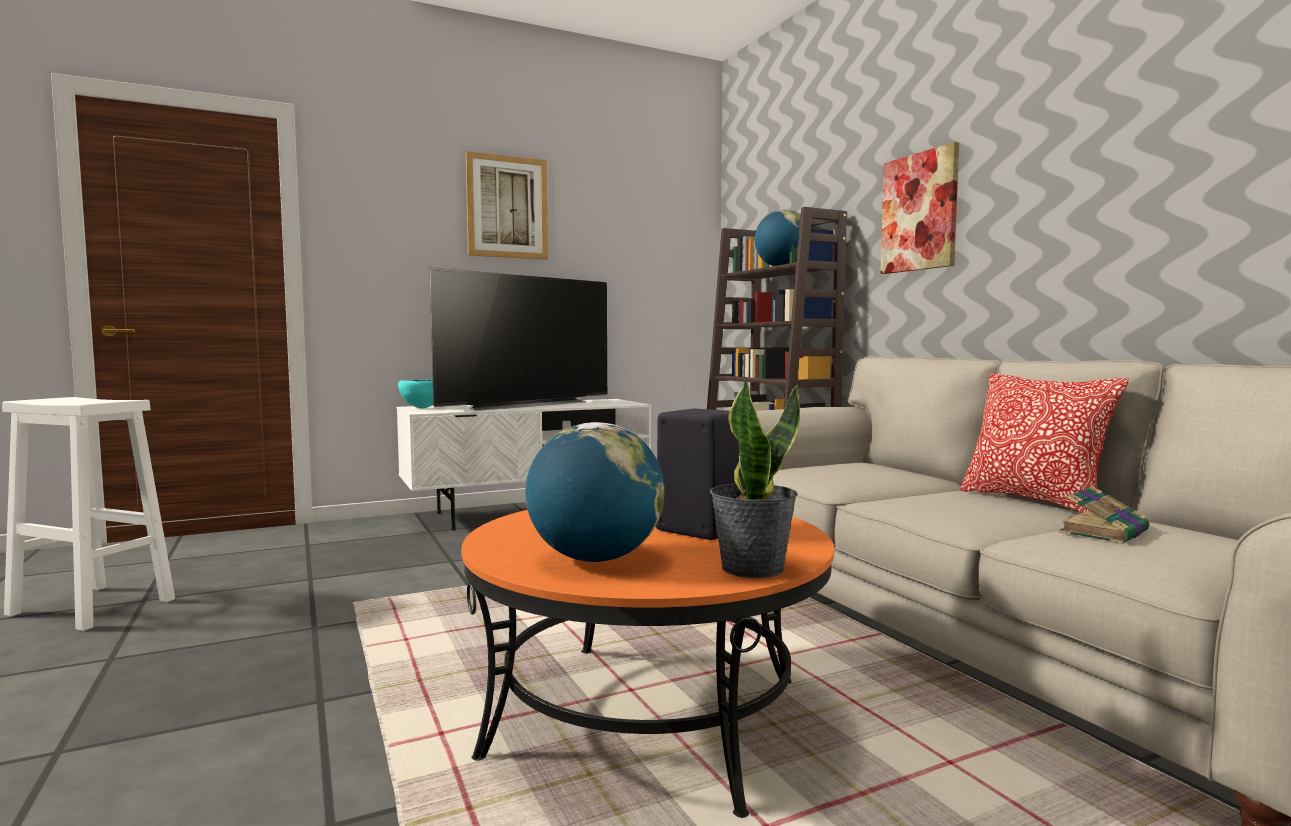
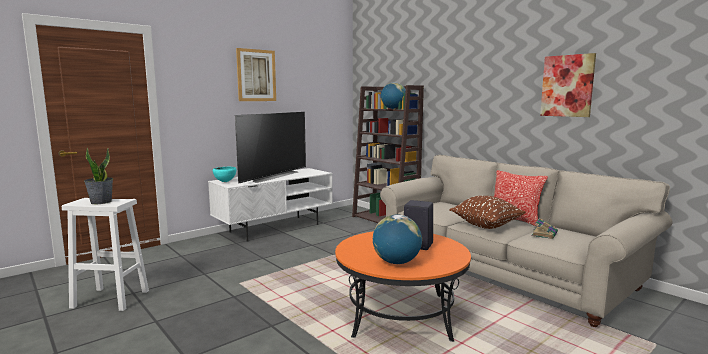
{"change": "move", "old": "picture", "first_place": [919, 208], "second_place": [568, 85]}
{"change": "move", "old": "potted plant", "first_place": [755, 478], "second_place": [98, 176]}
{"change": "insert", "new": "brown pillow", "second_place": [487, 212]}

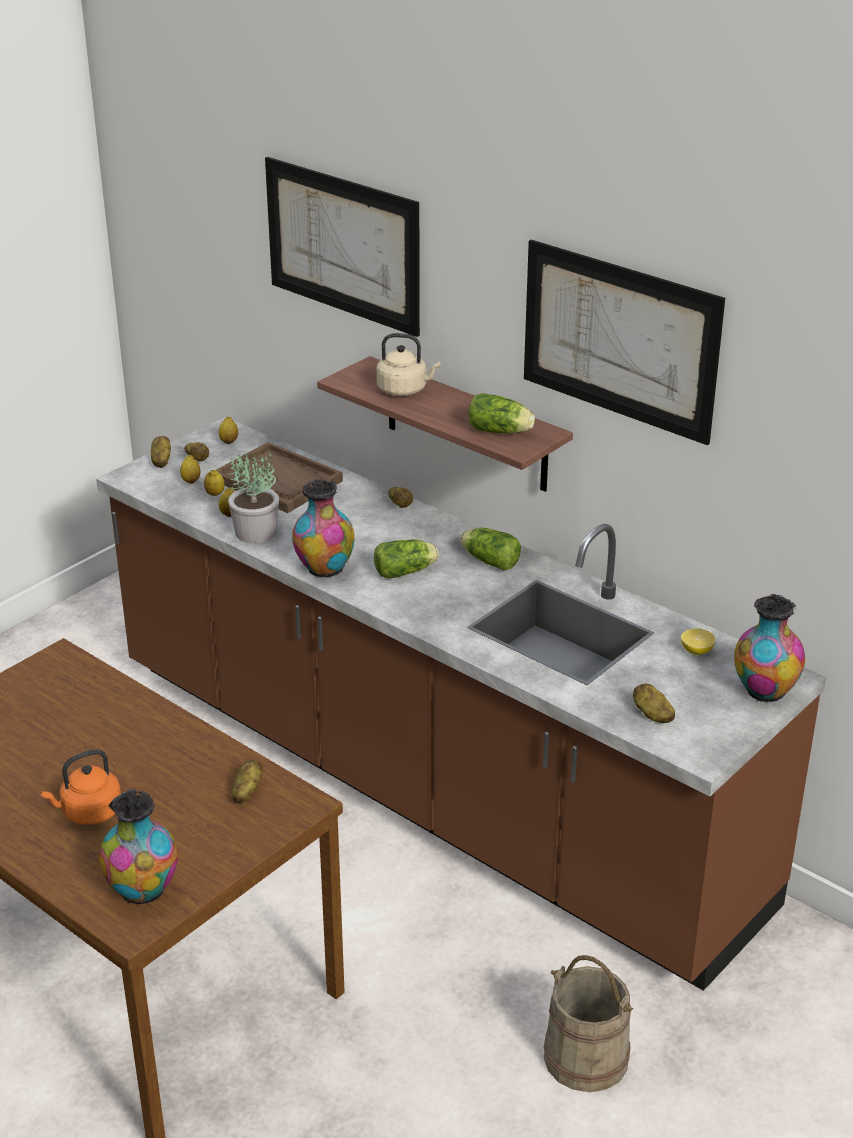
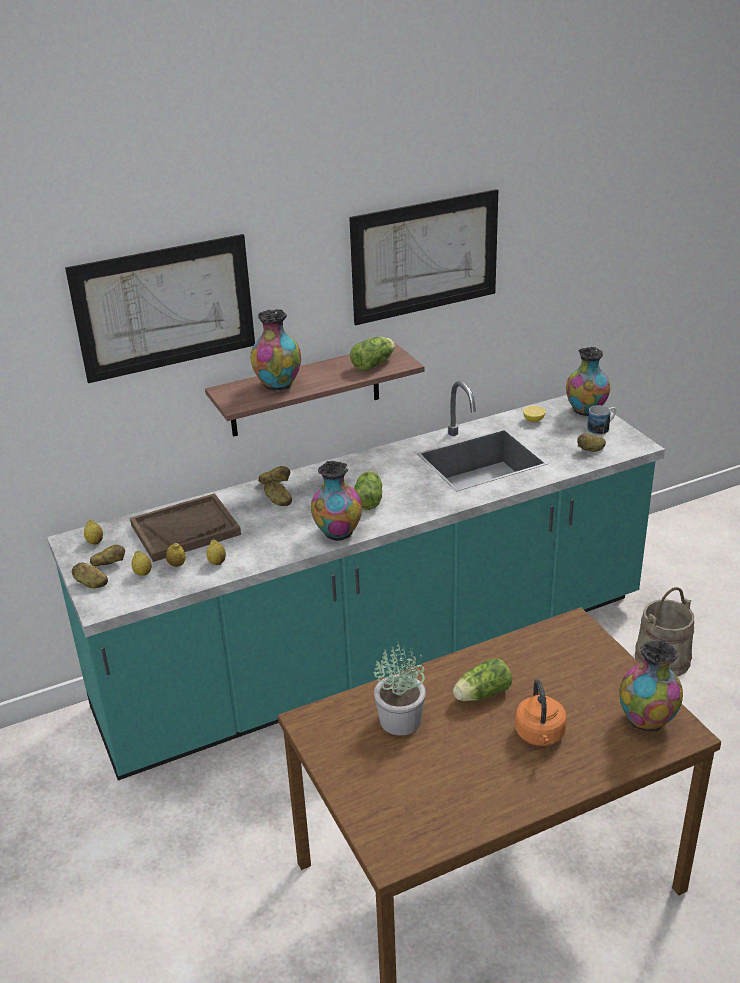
{"change": "replace", "old": "beige kettle", "new": "vase", "first_place": [408, 364], "second_place": [276, 350]}
{"change": "recolor", "old": "brown counter", "new": "turquoise counter", "first_place": [461, 704], "second_place": [356, 580]}
{"change": "move", "old": "potted plant", "first_place": [253, 497], "second_place": [400, 688]}
{"change": "move", "old": "lettuce", "first_place": [490, 549], "second_place": [482, 680]}
{"change": "move", "old": "potato", "first_place": [247, 782], "second_place": [278, 493]}
{"change": "insert", "new": "mug", "second_place": [601, 420]}

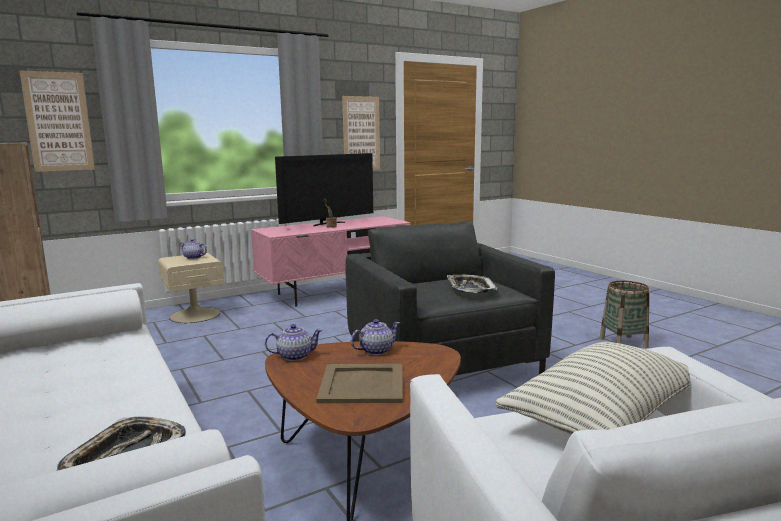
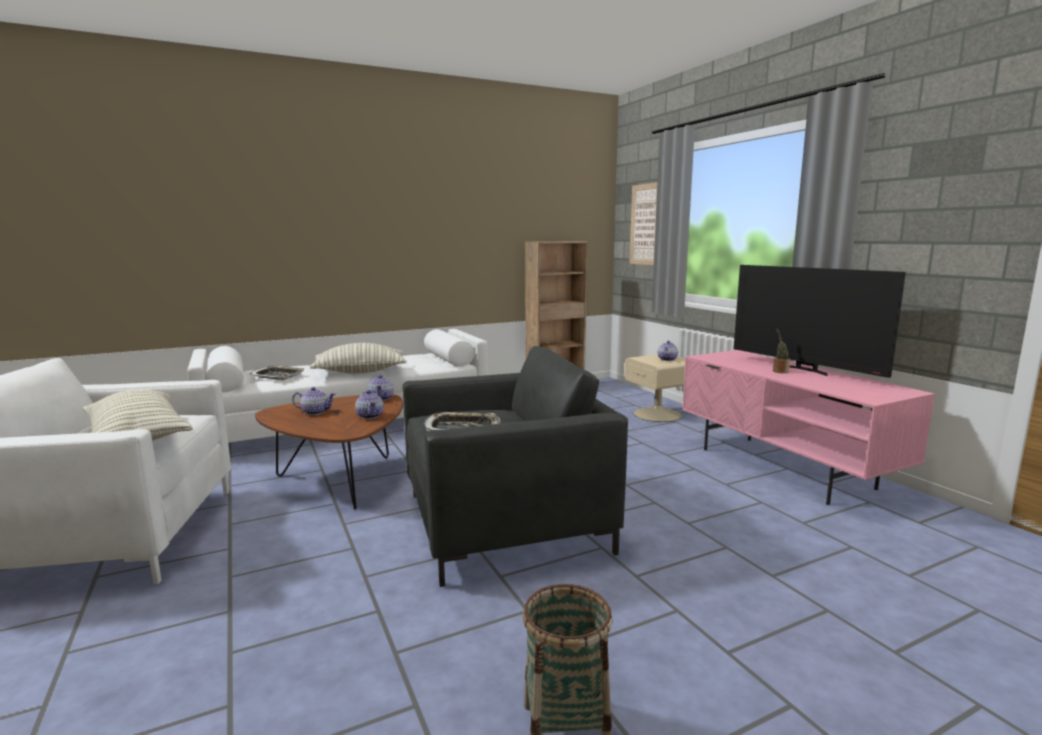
{"change": "delete", "old": "picture", "first_place": [361, 133]}
{"change": "replace", "old": "beige tray", "new": "teapot", "first_place": [359, 383], "second_place": [314, 401]}
{"change": "insert", "new": "pillow", "second_place": [358, 358]}

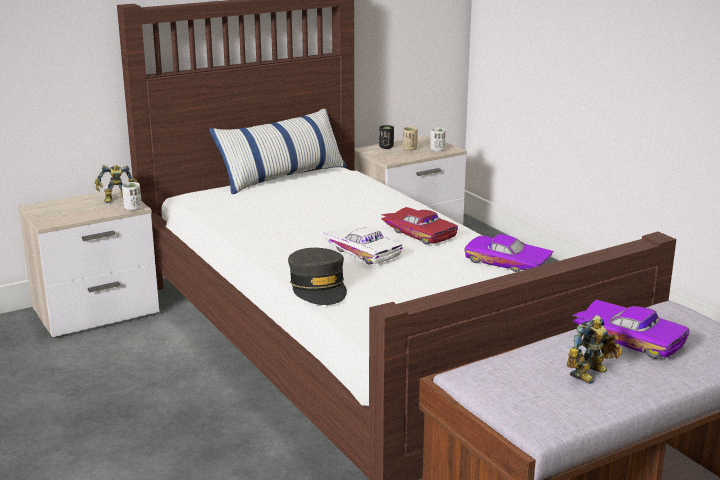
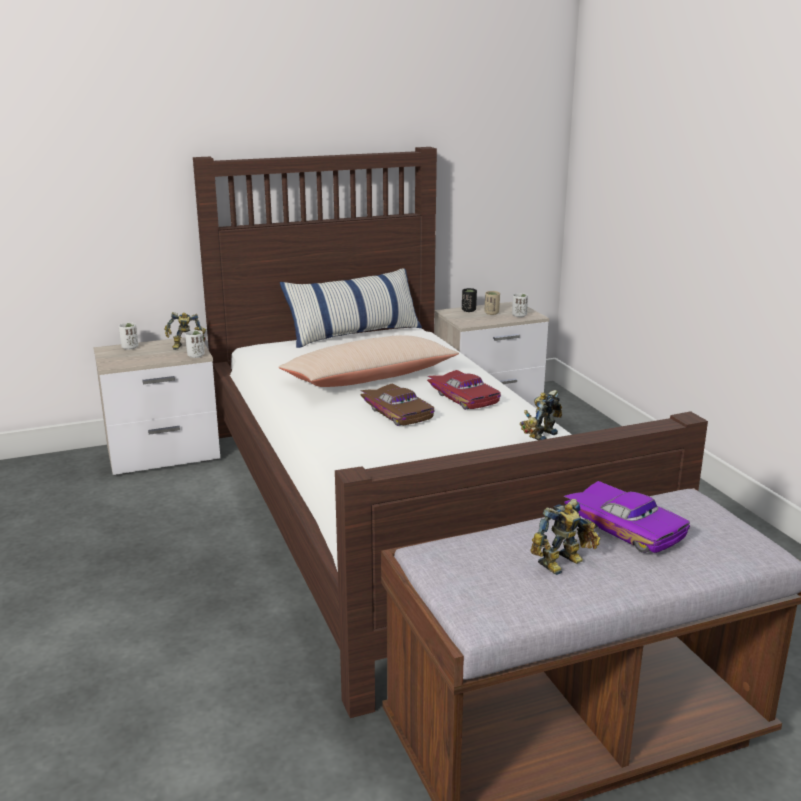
{"change": "recolor", "old": "white toy car", "new": "brown toy car", "first_place": [363, 244], "second_place": [397, 405]}
{"change": "replace", "old": "purple toy car", "new": "toy robot", "first_place": [509, 253], "second_place": [541, 415]}
{"change": "delete", "old": "grey cap", "first_place": [317, 276]}
{"change": "insert", "new": "white cup", "second_place": [128, 336]}
{"change": "insert", "new": "beige pillow", "second_place": [369, 361]}

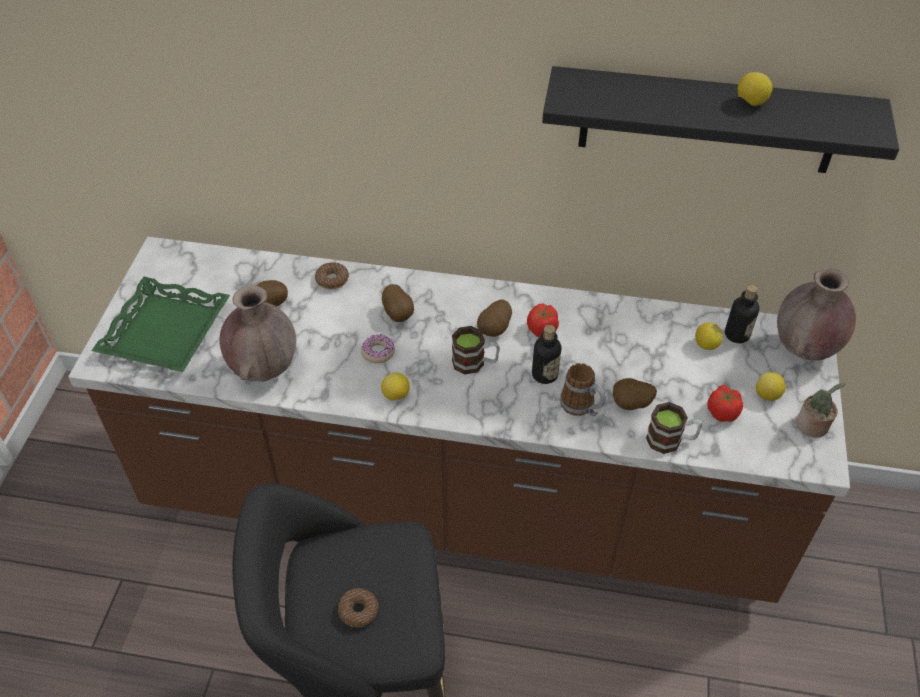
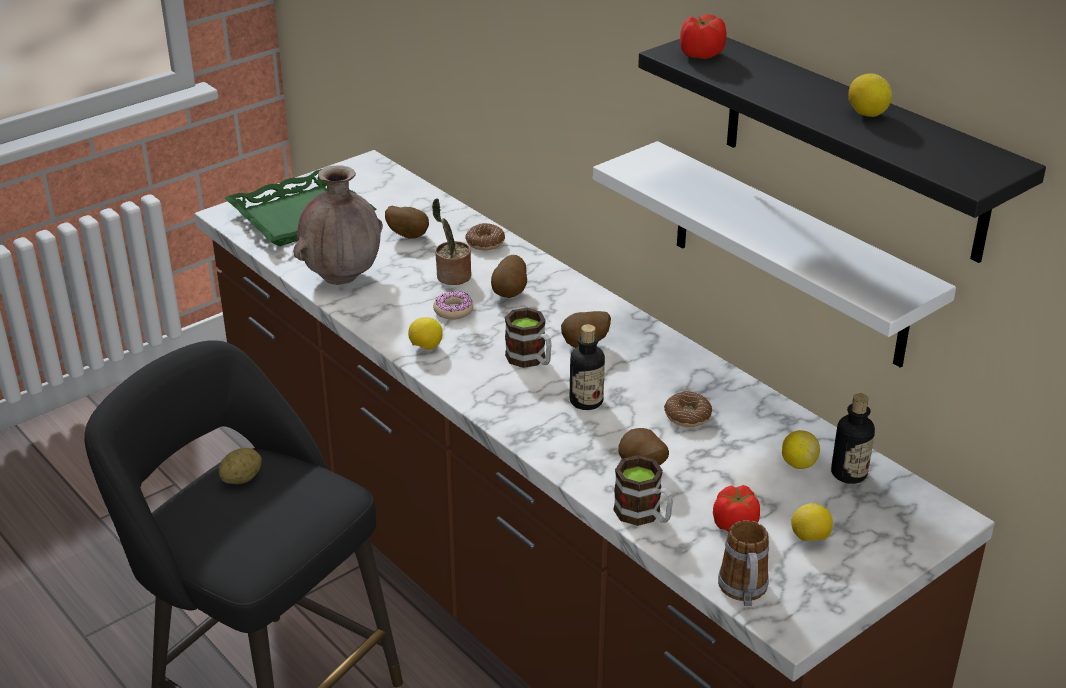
{"change": "delete", "old": "brown vase", "first_place": [816, 314]}
{"change": "move", "old": "tomato", "first_place": [543, 320], "second_place": [703, 36]}
{"change": "move", "old": "mug", "first_place": [583, 390], "second_place": [743, 563]}
{"change": "move", "old": "potted plant", "first_place": [820, 410], "second_place": [451, 241]}
{"change": "move", "old": "donut", "first_place": [358, 607], "second_place": [688, 409]}
{"change": "insert", "new": "white shelf", "second_place": [774, 254]}
{"change": "insert", "new": "potato", "second_place": [240, 466]}

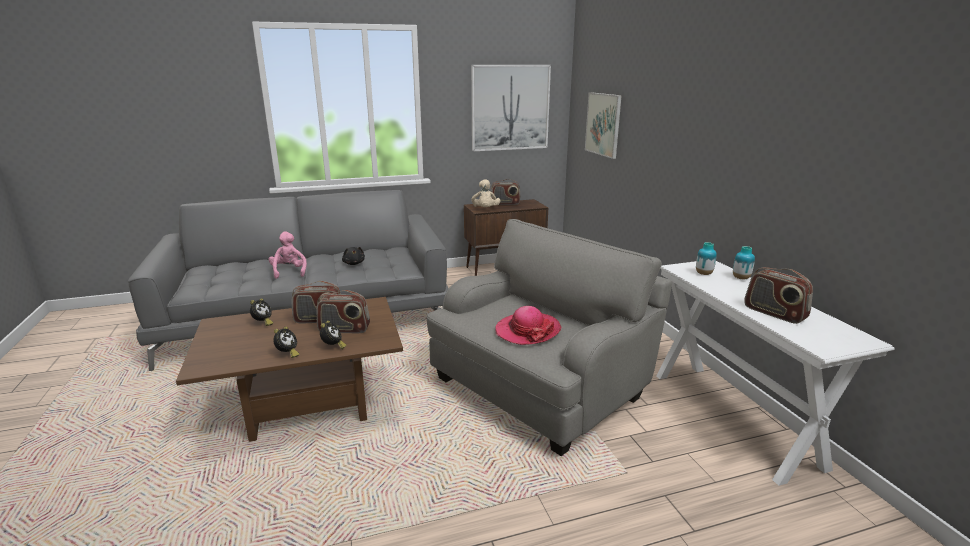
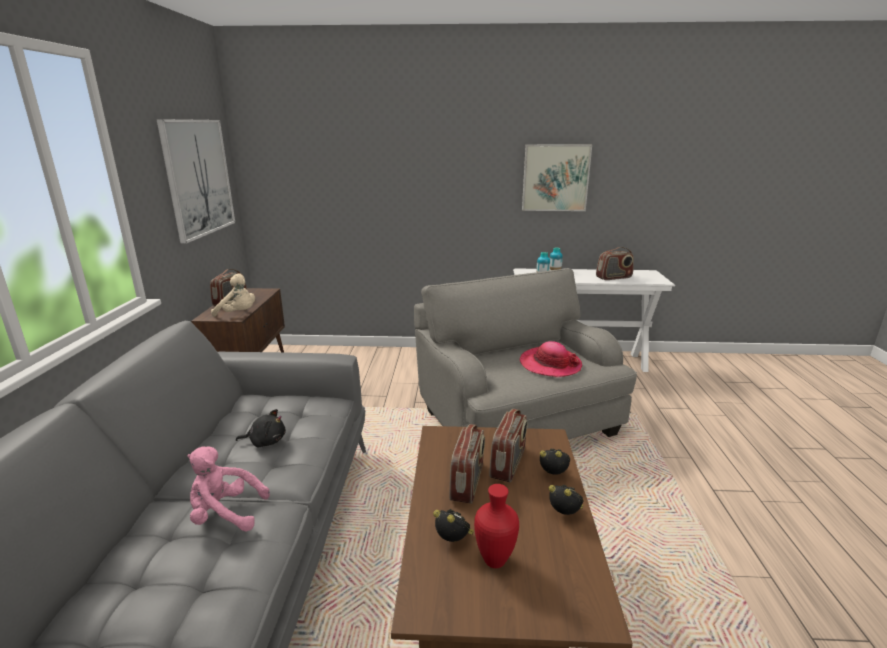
{"change": "move", "old": "picture", "first_place": [603, 125], "second_place": [557, 177]}
{"change": "insert", "new": "red vase", "second_place": [496, 526]}

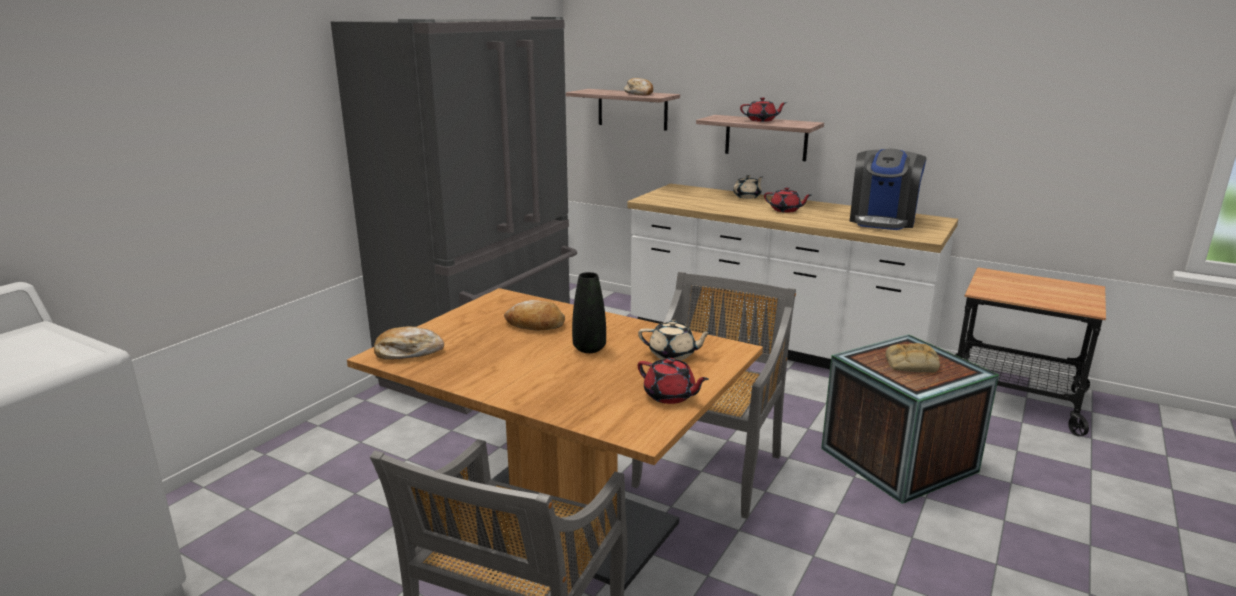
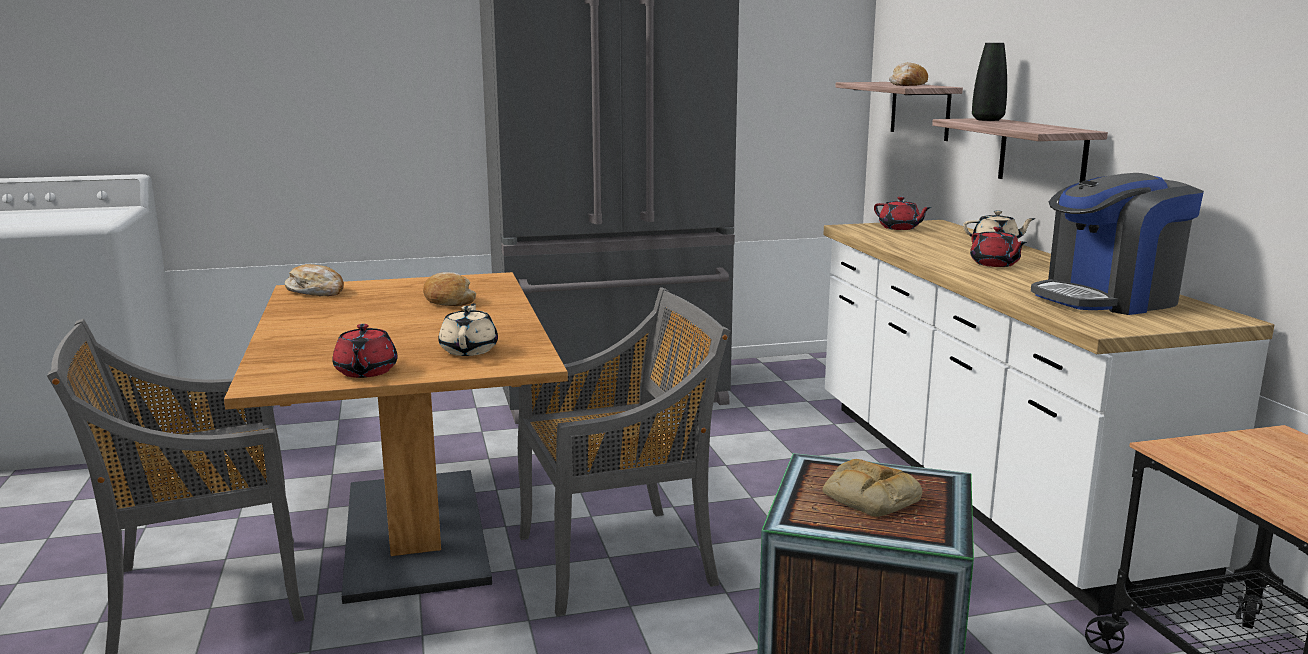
{"change": "move", "old": "red teapot", "first_place": [763, 109], "second_place": [903, 213]}
{"change": "move", "old": "black vase", "first_place": [589, 312], "second_place": [989, 82]}
{"change": "rotate", "old": "beige teapot", "first_place": [675, 340], "second_place": [468, 329], "degrees": -150}

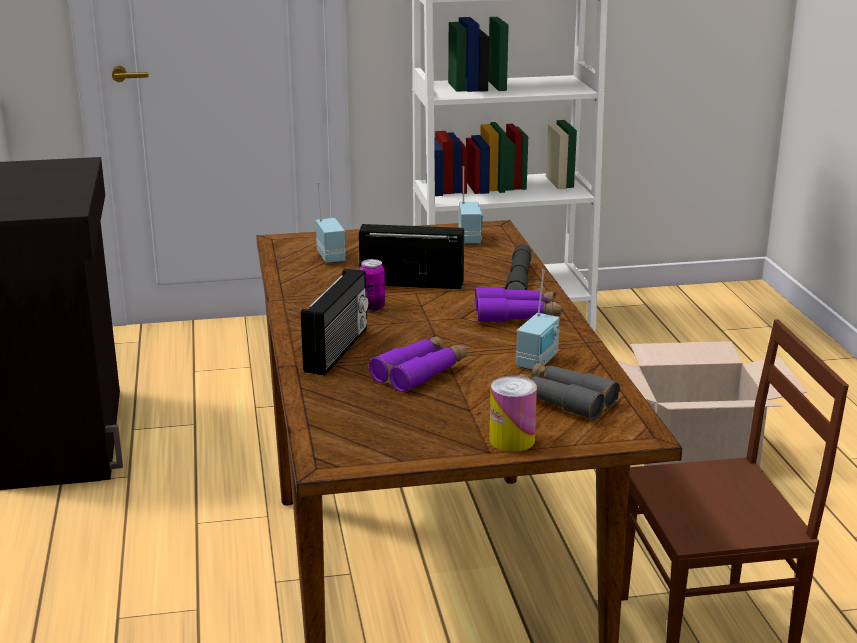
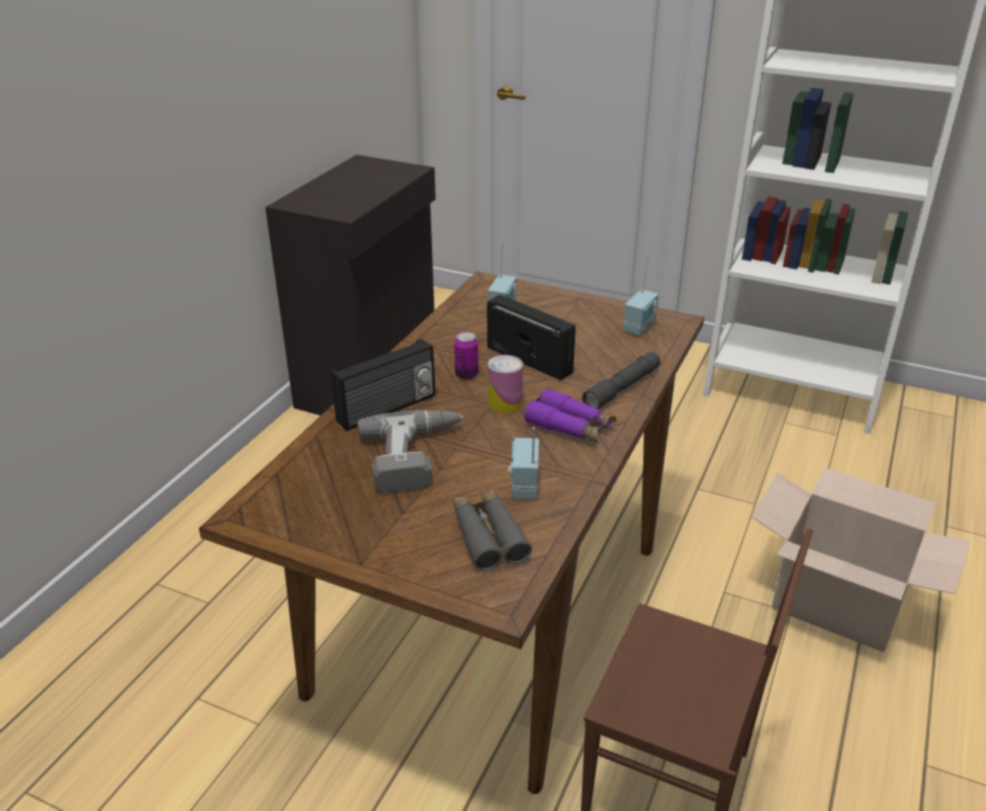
{"change": "rotate", "old": "radio", "first_place": [538, 320], "second_place": [523, 463], "degrees": 120}
{"change": "replace", "old": "purple binoculars", "new": "power drill", "first_place": [418, 364], "second_place": [410, 451]}
{"change": "move", "old": "can", "first_place": [513, 414], "second_place": [505, 384]}

